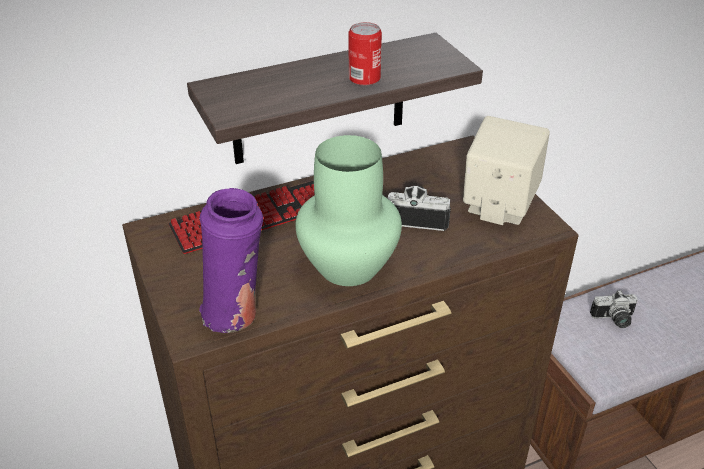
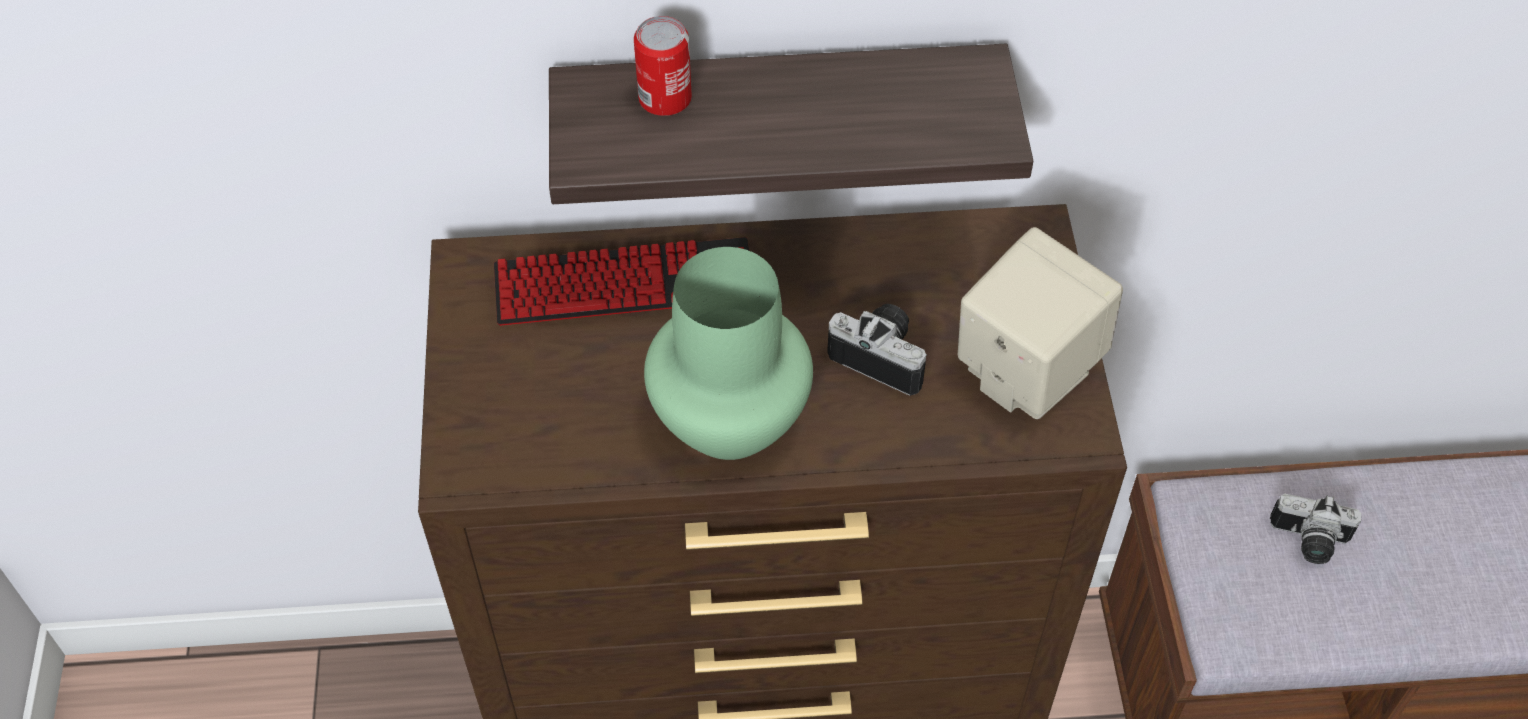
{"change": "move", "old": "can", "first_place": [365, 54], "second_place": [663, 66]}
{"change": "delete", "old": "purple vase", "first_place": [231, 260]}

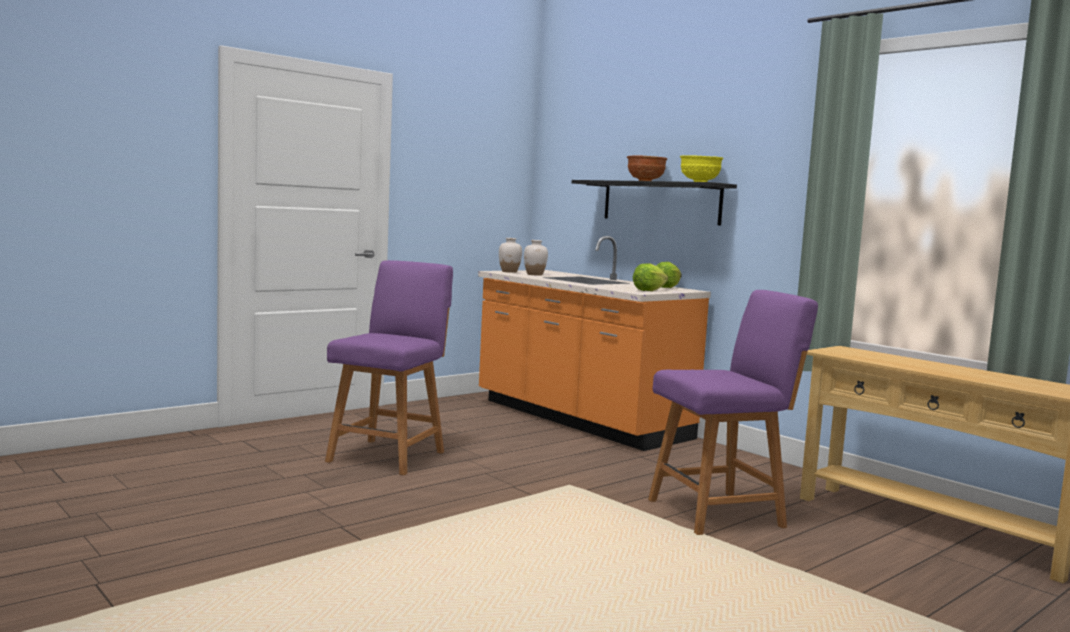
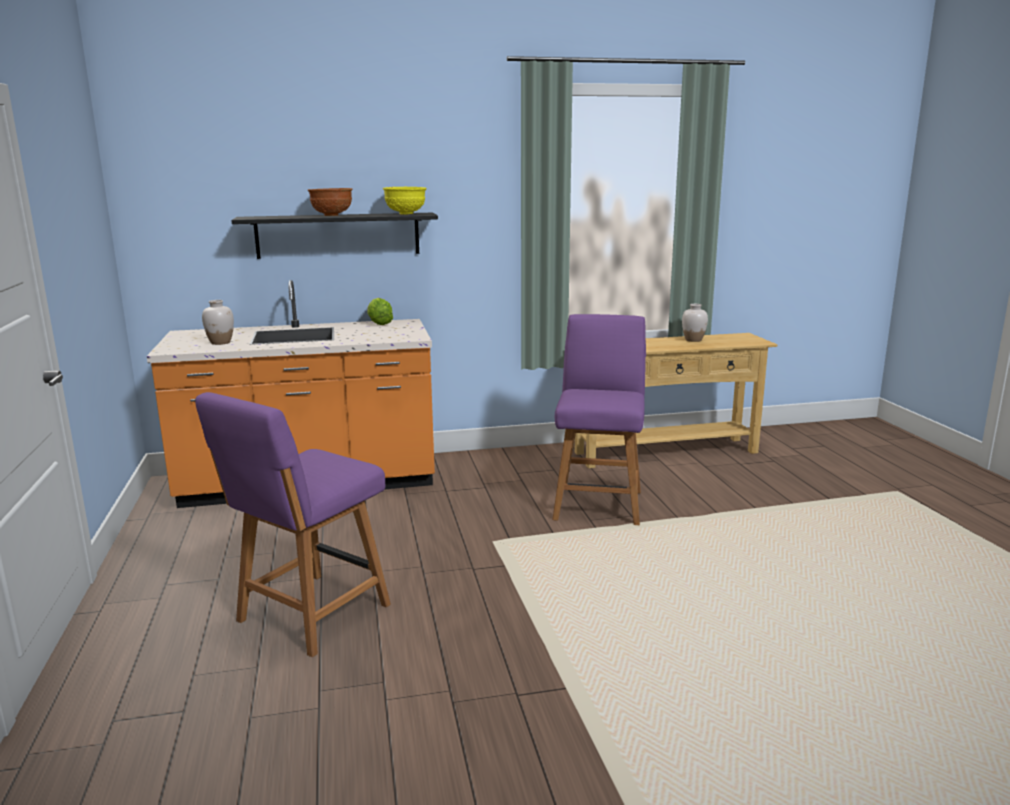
{"change": "move", "old": "white vase", "first_place": [510, 255], "second_place": [695, 323]}
{"change": "rotate", "old": "purple chair", "first_place": [389, 367], "second_place": [293, 524], "degrees": -105}
{"change": "delete", "old": "lettuce", "first_place": [650, 277]}

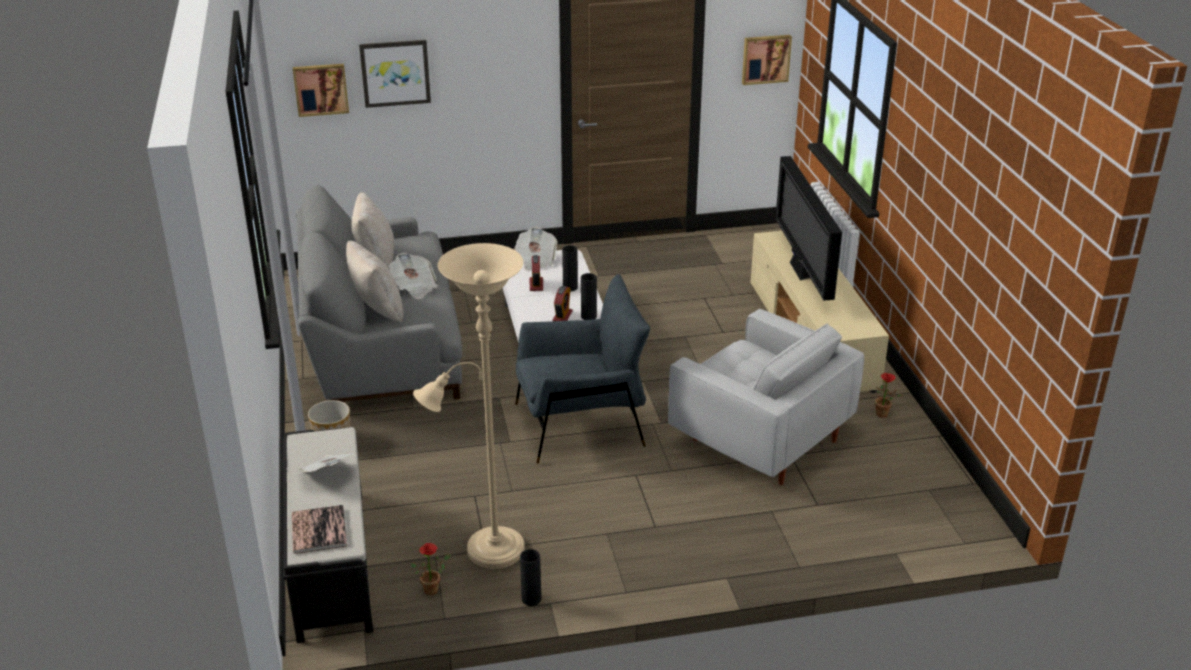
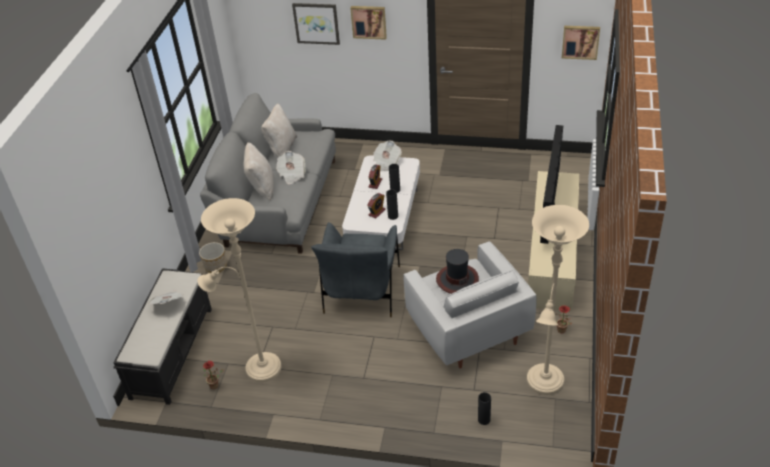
{"change": "move", "old": "picture", "first_place": [321, 90], "second_place": [368, 23]}
{"change": "rotate", "old": "grey armchair", "first_place": [582, 369], "second_place": [355, 269], "degrees": 90}
{"change": "delete", "old": "book", "first_place": [319, 529]}
{"change": "move", "old": "black vase", "first_place": [530, 577], "second_place": [484, 408]}
{"change": "insert", "new": "beige floor lamp", "second_place": [558, 300]}
{"change": "insert", "new": "hat", "second_place": [457, 271]}

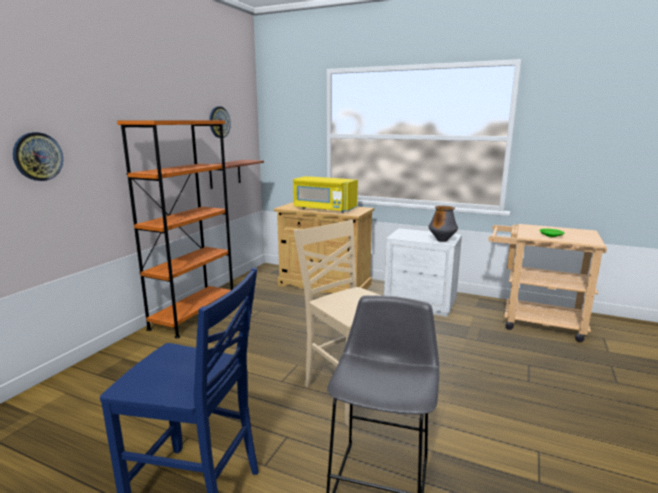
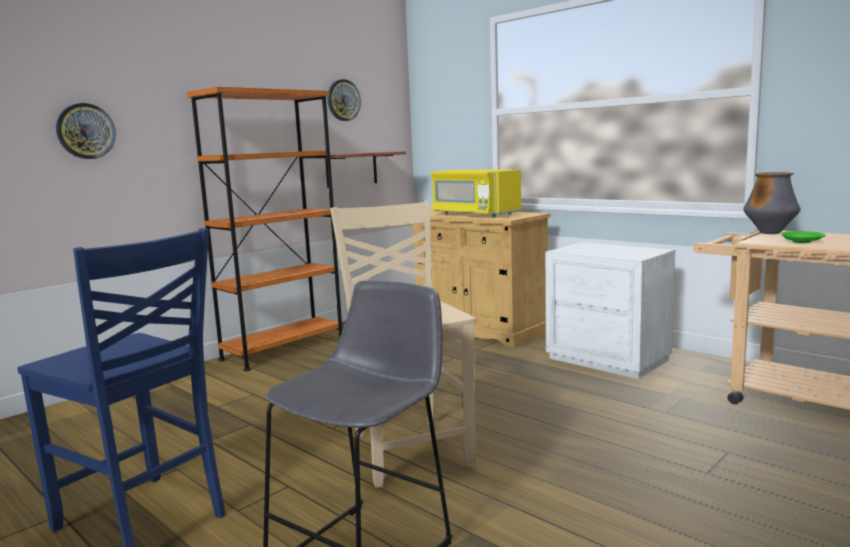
{"change": "move", "old": "vase", "first_place": [443, 224], "second_place": [772, 203]}

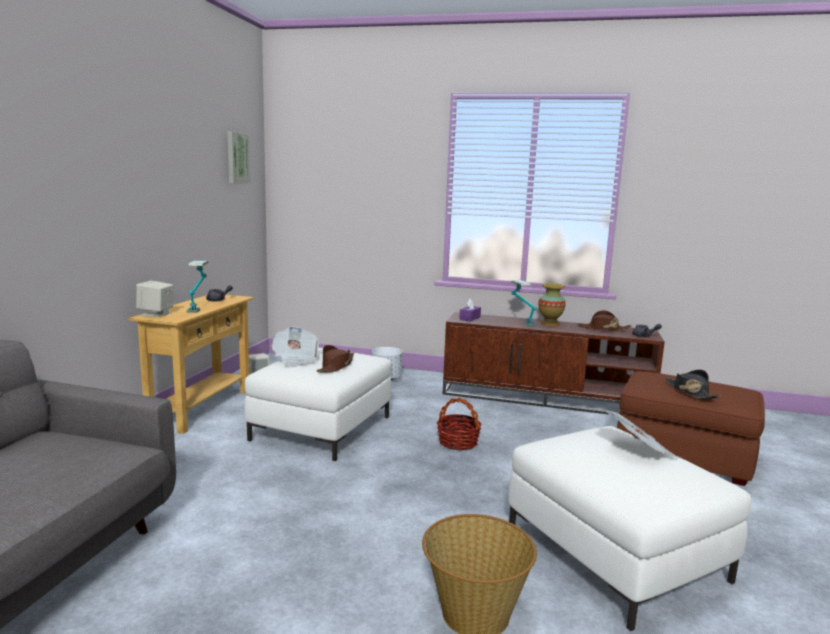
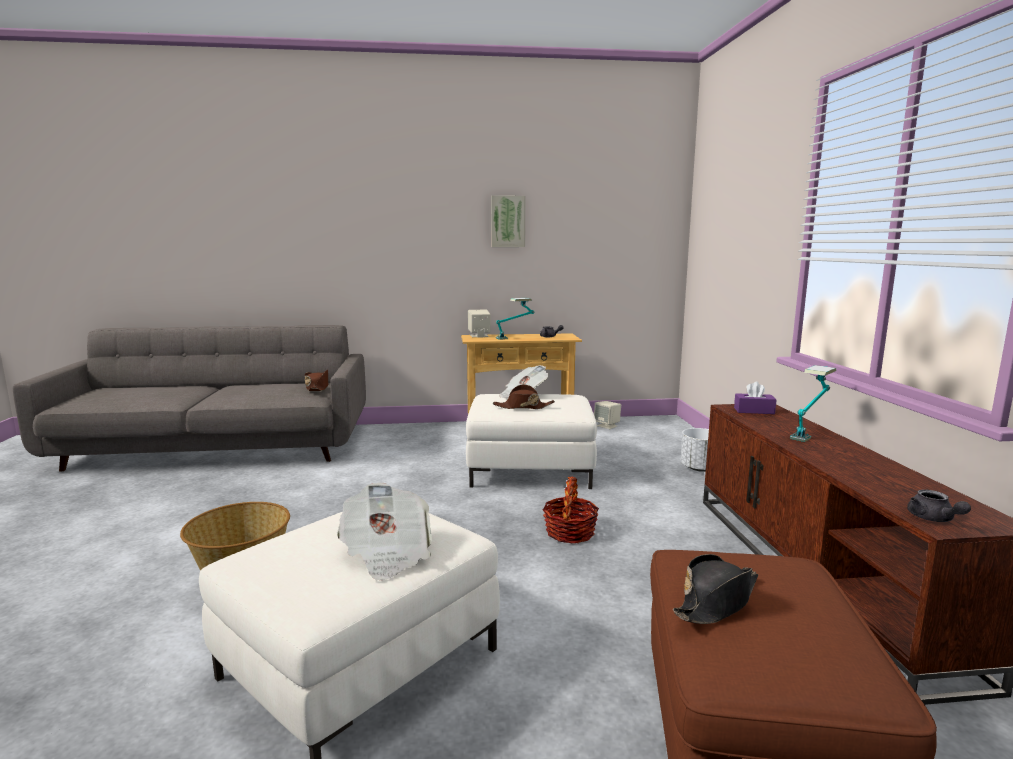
{"change": "move", "old": "picture", "first_place": [239, 157], "second_place": [508, 221]}
{"change": "delete", "old": "vase", "first_place": [551, 304]}
{"change": "move", "old": "brown hat", "first_place": [604, 320], "second_place": [316, 380]}

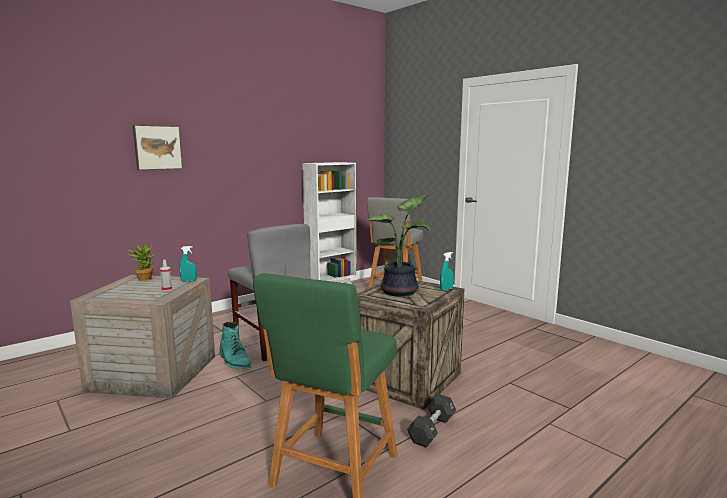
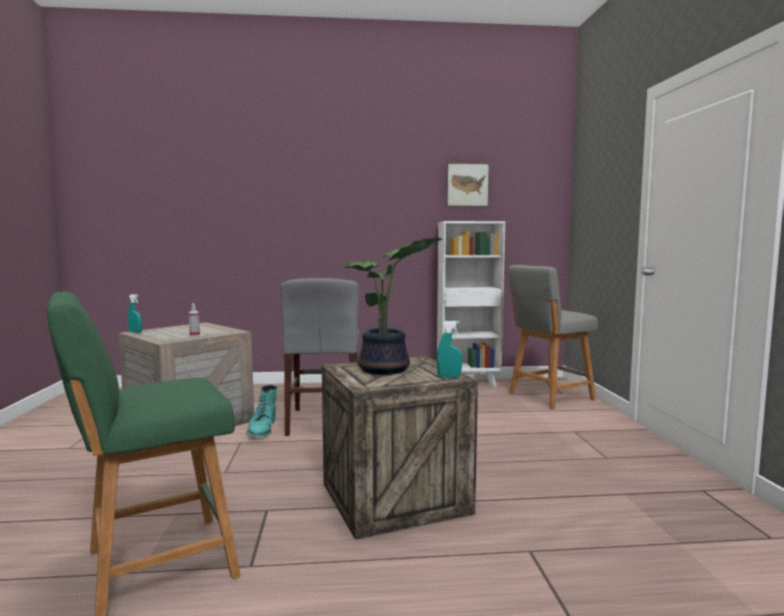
{"change": "move", "old": "picture", "first_place": [158, 147], "second_place": [468, 185]}
{"change": "delete", "old": "potted plant", "first_place": [141, 262]}
{"change": "move", "old": "turquoise spray bottle", "first_place": [188, 264], "second_place": [135, 314]}
{"change": "delete", "old": "black dumbbell", "first_place": [431, 421]}

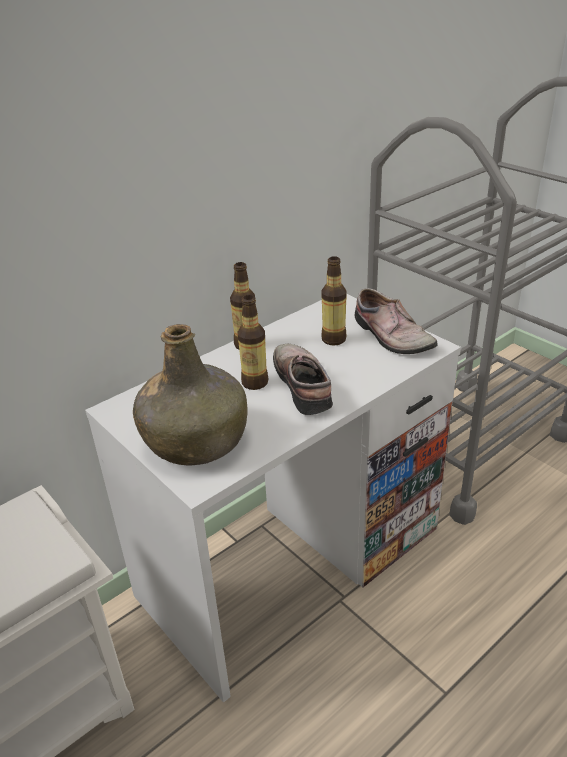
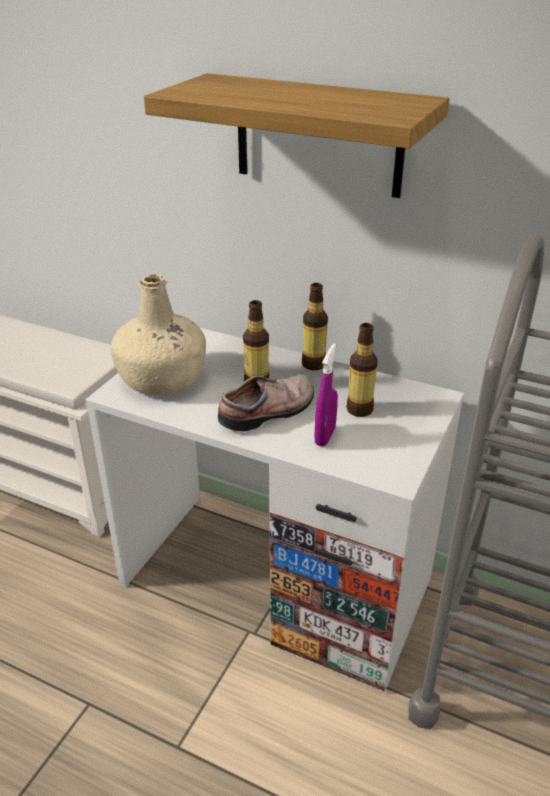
{"change": "delete", "old": "shoe", "first_place": [396, 321]}
{"change": "recolor", "old": "green bottle", "new": "beige bottle", "first_place": [190, 395], "second_place": [158, 335]}
{"change": "insert", "new": "shelf", "second_place": [296, 135]}
{"change": "insert", "new": "purple spray bottle", "second_place": [326, 395]}

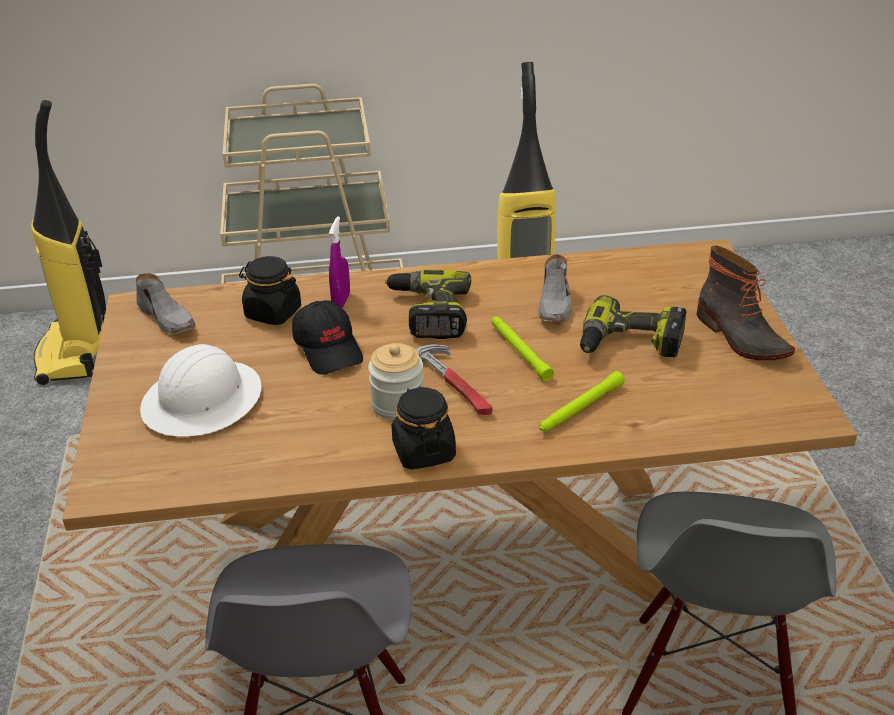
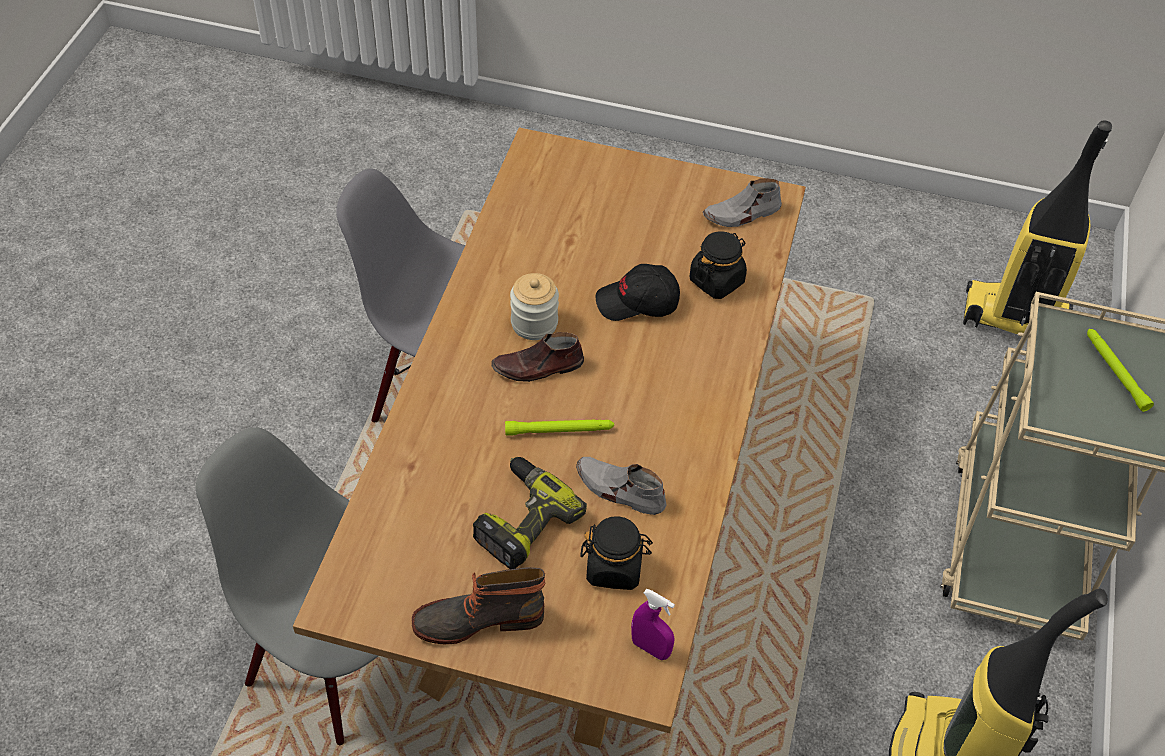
{"change": "move", "old": "purple spray bottle", "first_place": [339, 262], "second_place": [653, 624]}
{"change": "delete", "old": "power drill", "first_place": [428, 304]}
{"change": "delete", "old": "white hard hat", "first_place": [201, 390]}
{"change": "replace", "old": "hammer", "new": "brown shoe", "first_place": [454, 379], "second_place": [537, 357]}
{"change": "move", "old": "green flashlight", "first_place": [582, 401], "second_place": [1120, 370]}
{"change": "move", "old": "black jar", "first_place": [424, 428], "second_place": [616, 553]}

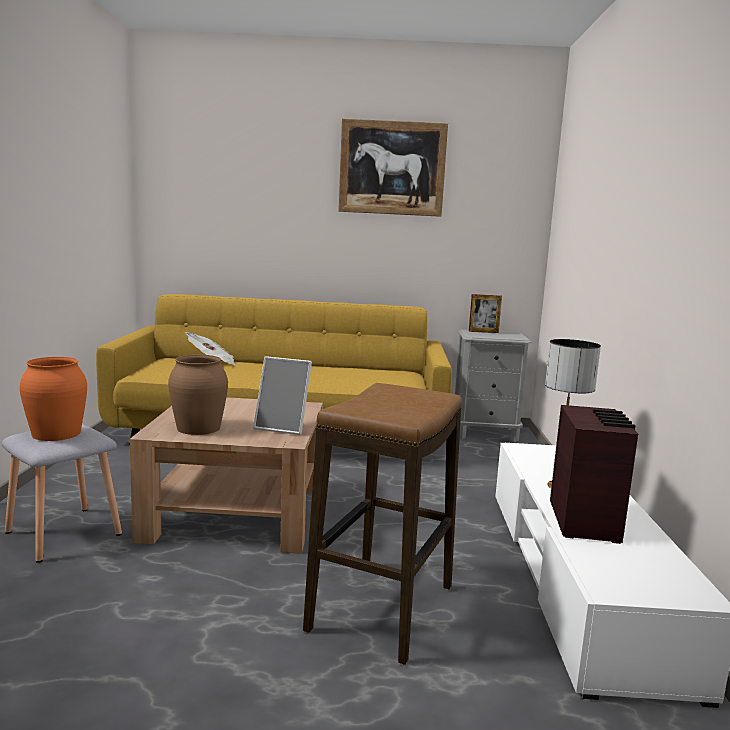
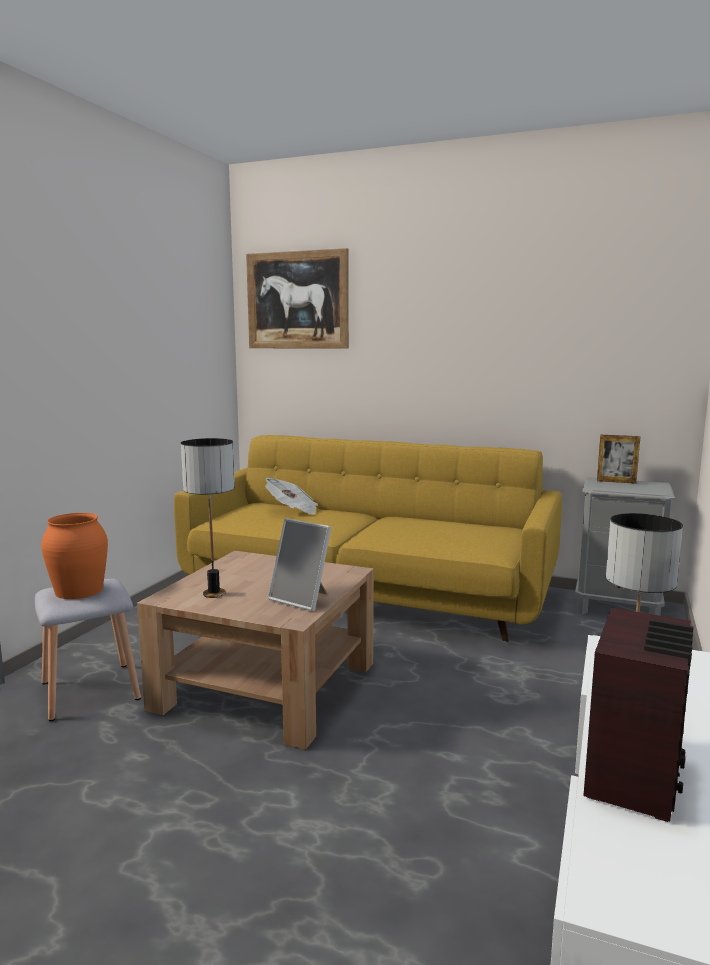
{"change": "move", "old": "picture", "first_place": [393, 168], "second_place": [297, 298]}
{"change": "replace", "old": "brown vase", "new": "table lamp", "first_place": [198, 395], "second_place": [208, 518]}
{"change": "delete", "old": "stool", "first_place": [382, 524]}

